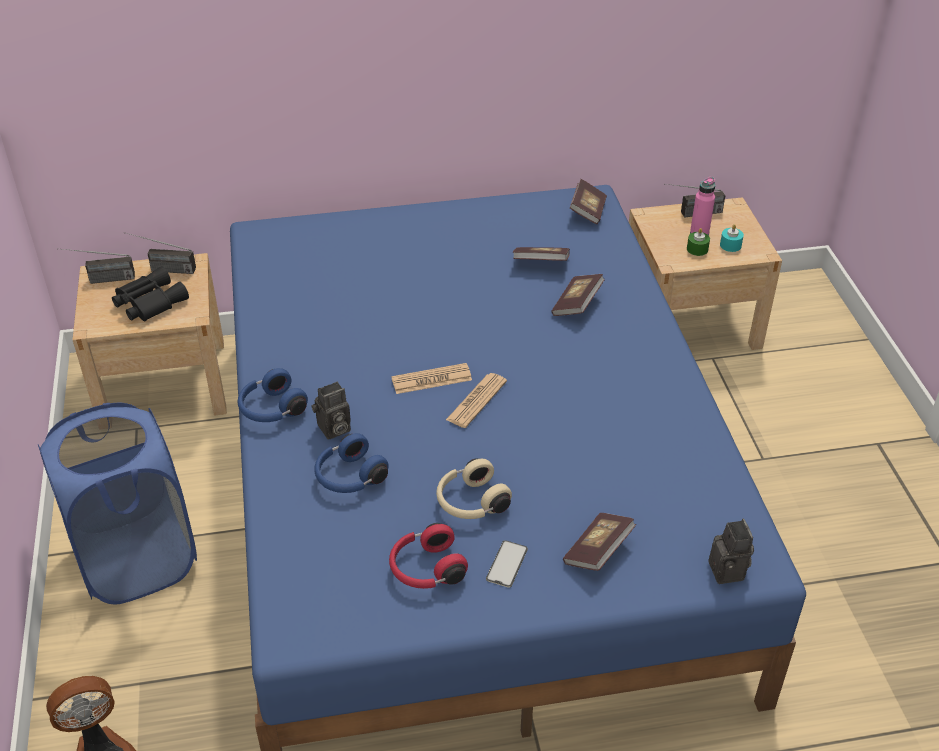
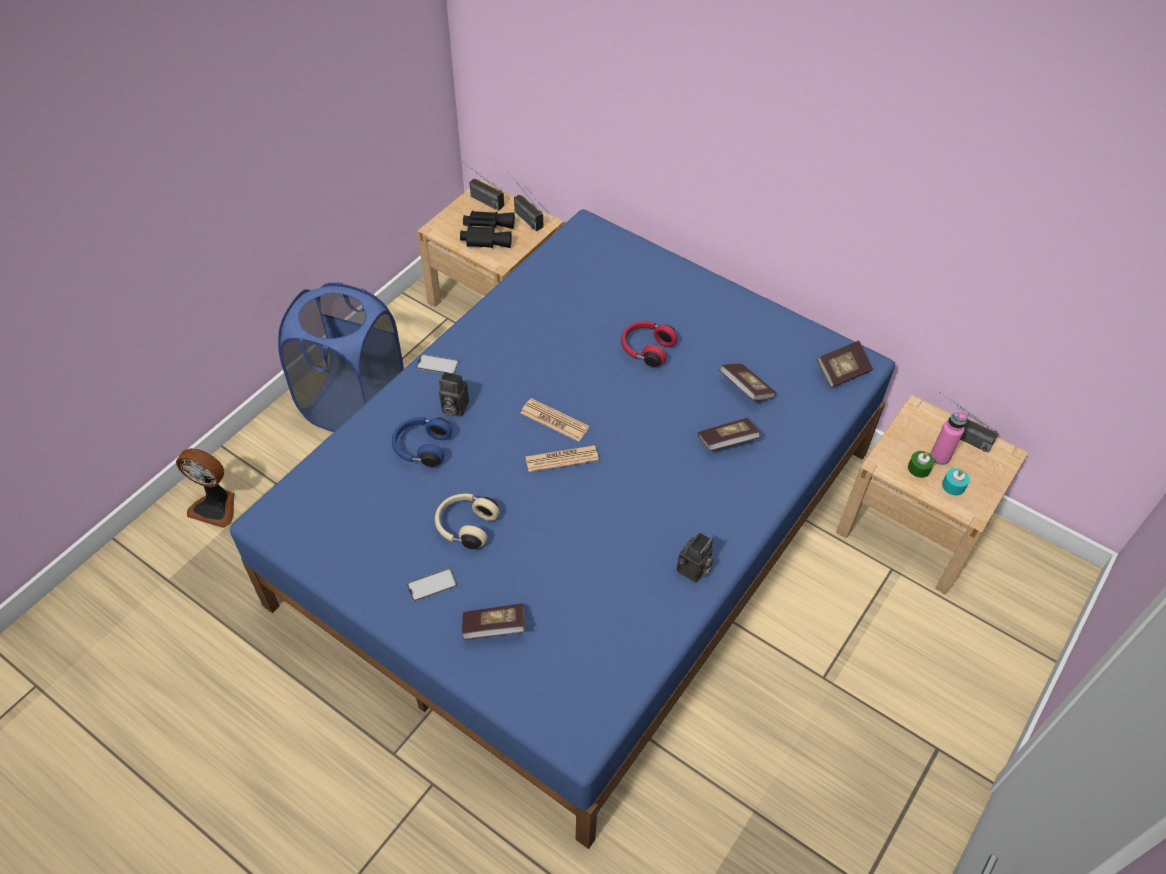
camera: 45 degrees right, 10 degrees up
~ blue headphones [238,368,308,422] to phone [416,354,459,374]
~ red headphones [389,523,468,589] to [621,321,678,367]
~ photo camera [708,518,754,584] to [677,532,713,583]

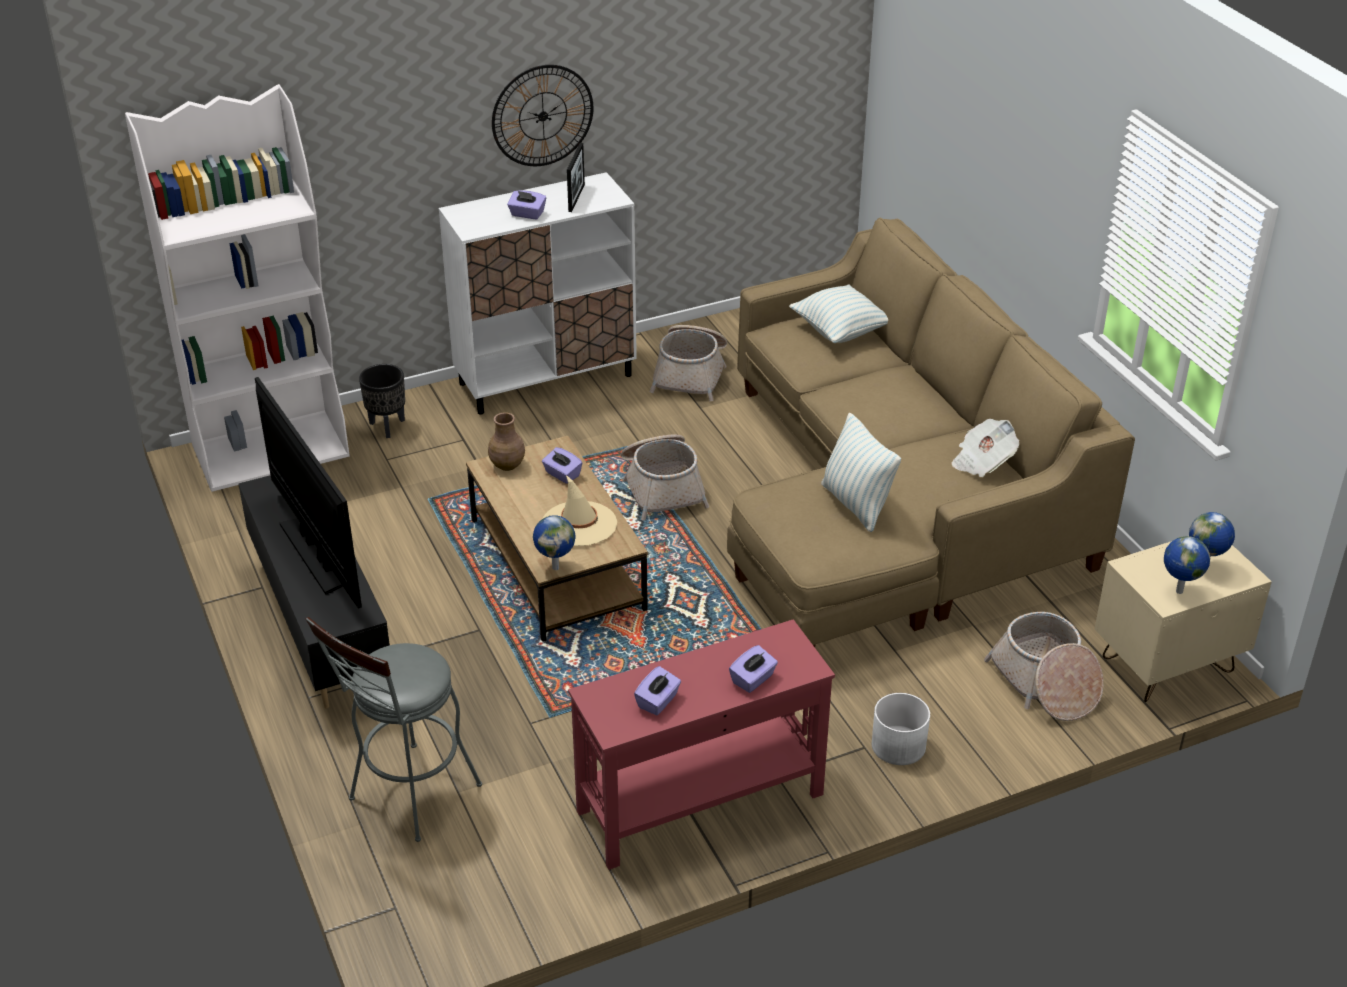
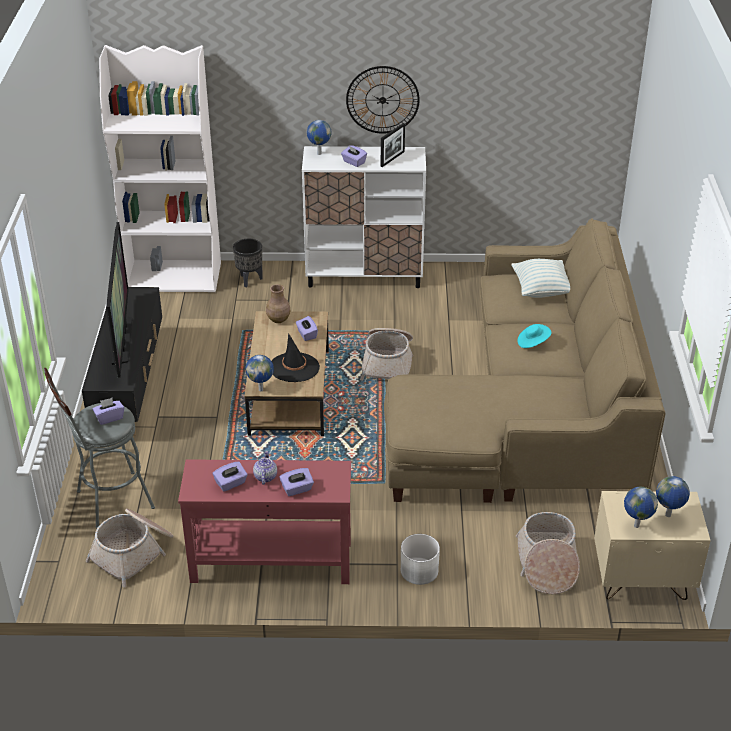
camera: 25 degrees right, 0 degrees up
~ basket [650,325,727,401] to [86,508,173,588]
+ purple tissue box [92,398,124,425]
+ teapot [253,451,277,485]
~ beige hat [543,475,617,546] to black hat [272,333,320,382]
+ globe [307,120,332,155]
+ turquoise hat [518,324,551,348]
- pillow [821,413,901,532]
- newspaper [951,419,1019,477]

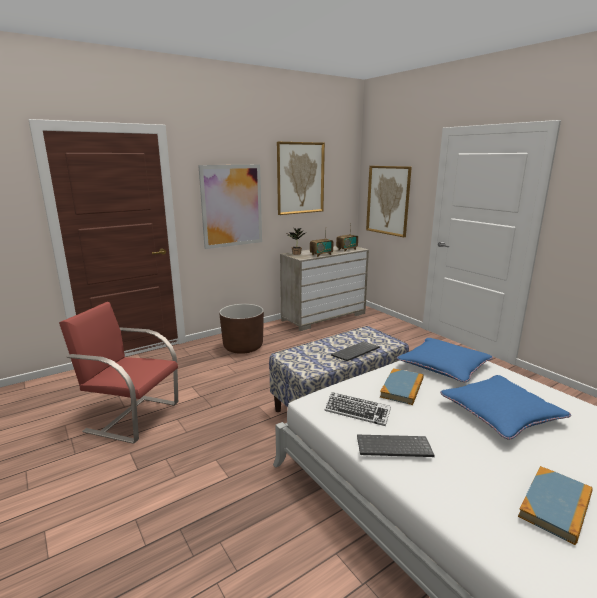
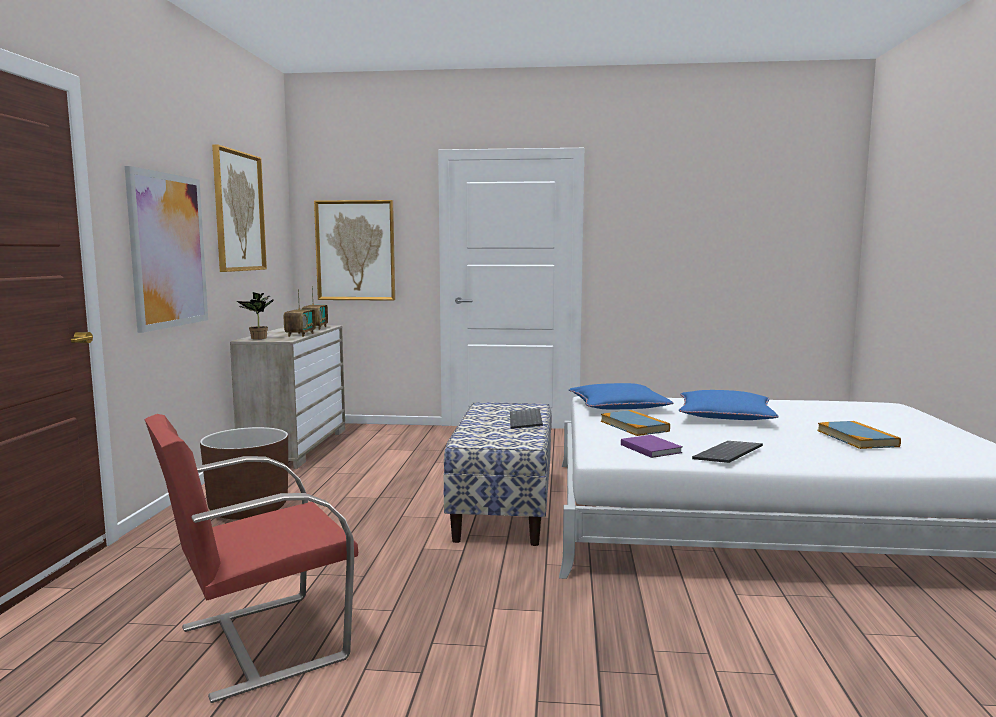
camera: 50 degrees left, 10 degrees down
~ keyboard [324,392,391,426] to purple book [621,435,683,458]

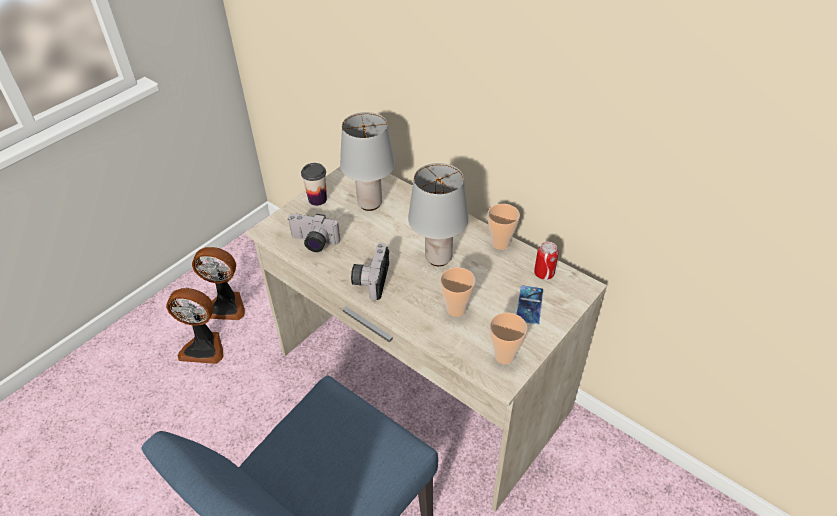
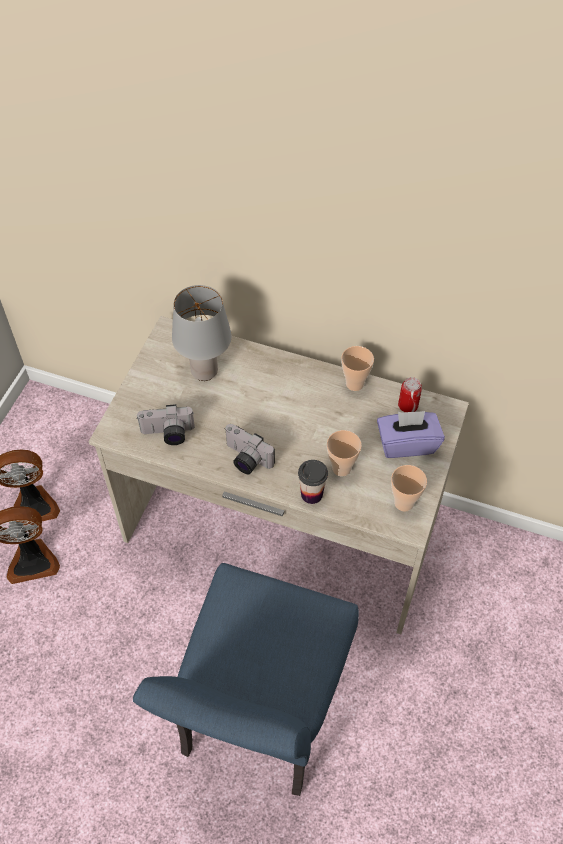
camera: 20 degrees left, 10 degrees up
~ photo camera [351,243,389,300] = [224,424,275,474] 45 degrees counterclockwise
~ cup [301,163,327,206] to [298,460,328,504]
~ phone [516,285,543,324] to purple tissue box [377,411,445,458]
- grey table lamp [408,163,469,266]

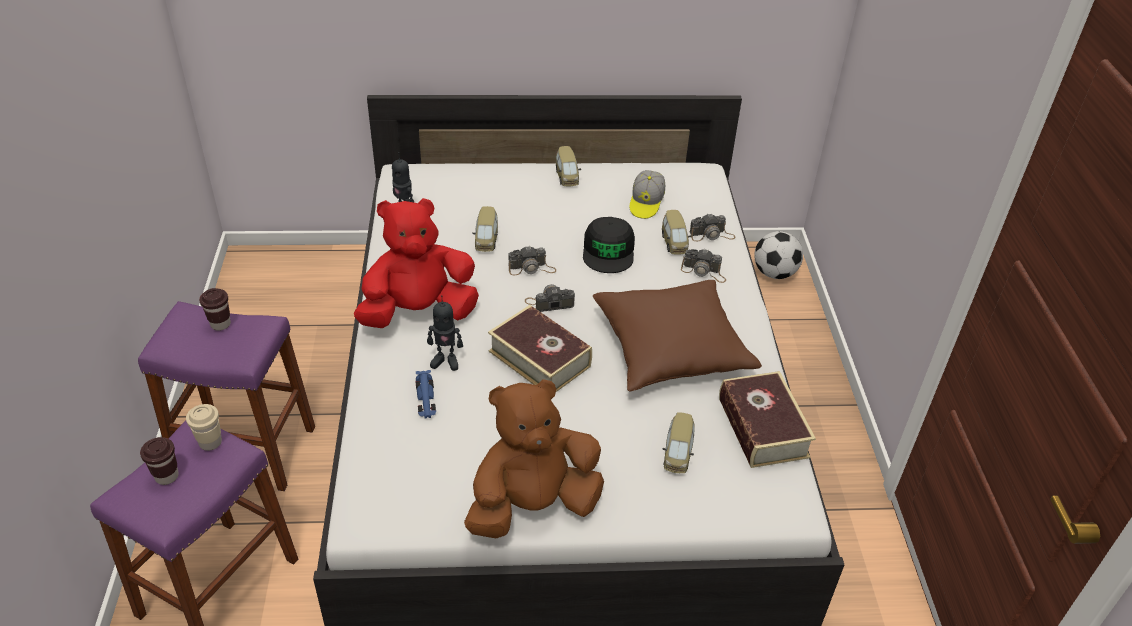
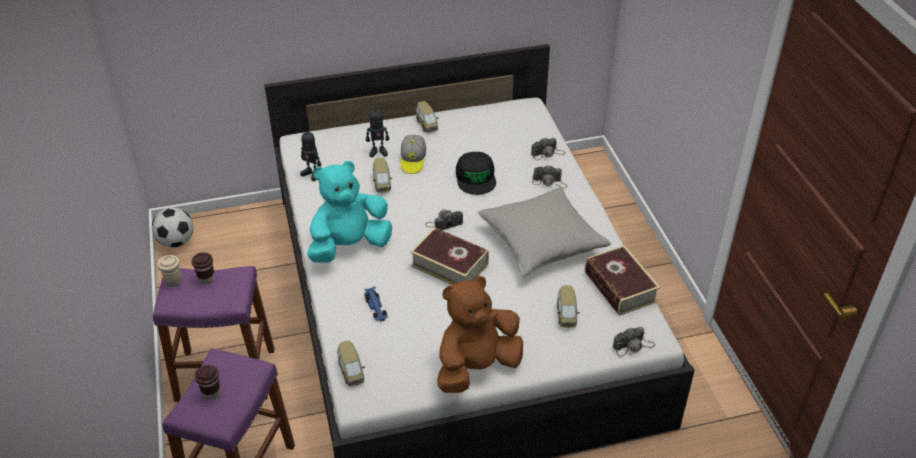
camera: 10 degrees left, 0 degrees up
~ football [754,231,803,279] to [152,207,193,247]
~ beige cup [186,404,222,451] to [158,255,181,287]
~ red plush toy [354,198,479,328] to turquoise plush toy [307,161,392,263]
~ toy car [662,210,691,255] to [337,341,365,387]
~ toy robot [427,295,463,371] to [366,105,389,157]
~ cap [630,170,665,219] to [401,135,426,174]
~ brown pillow [593,280,762,391] to grey pillow [477,187,611,277]
~ photo camera [508,246,556,276] to [613,327,655,356]

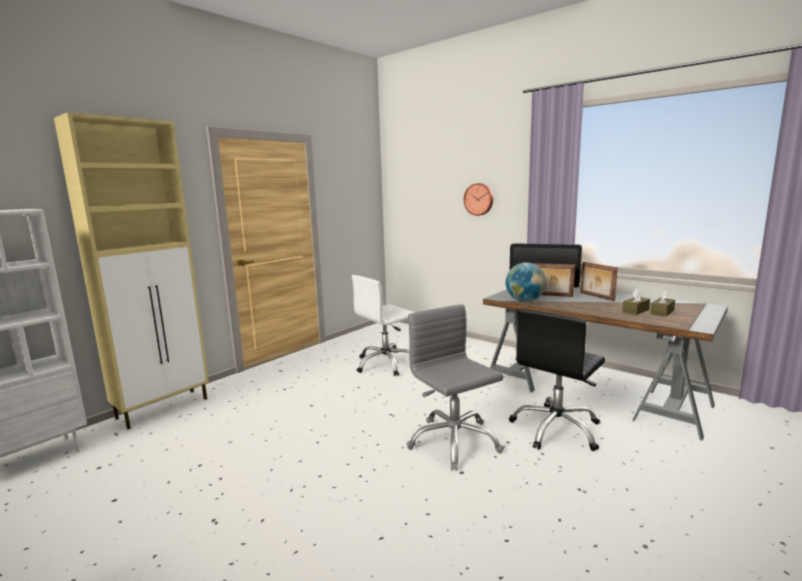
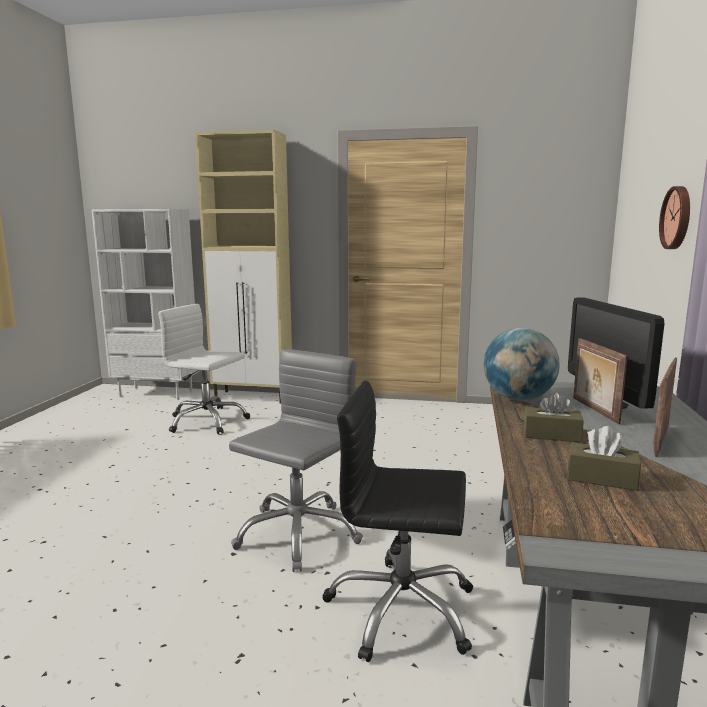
camera: 60 degrees right, 0 degrees up
~ white office chair [352,275,416,376] to [158,304,250,434]
~ brown tissue box [650,290,675,317] to [524,392,584,442]

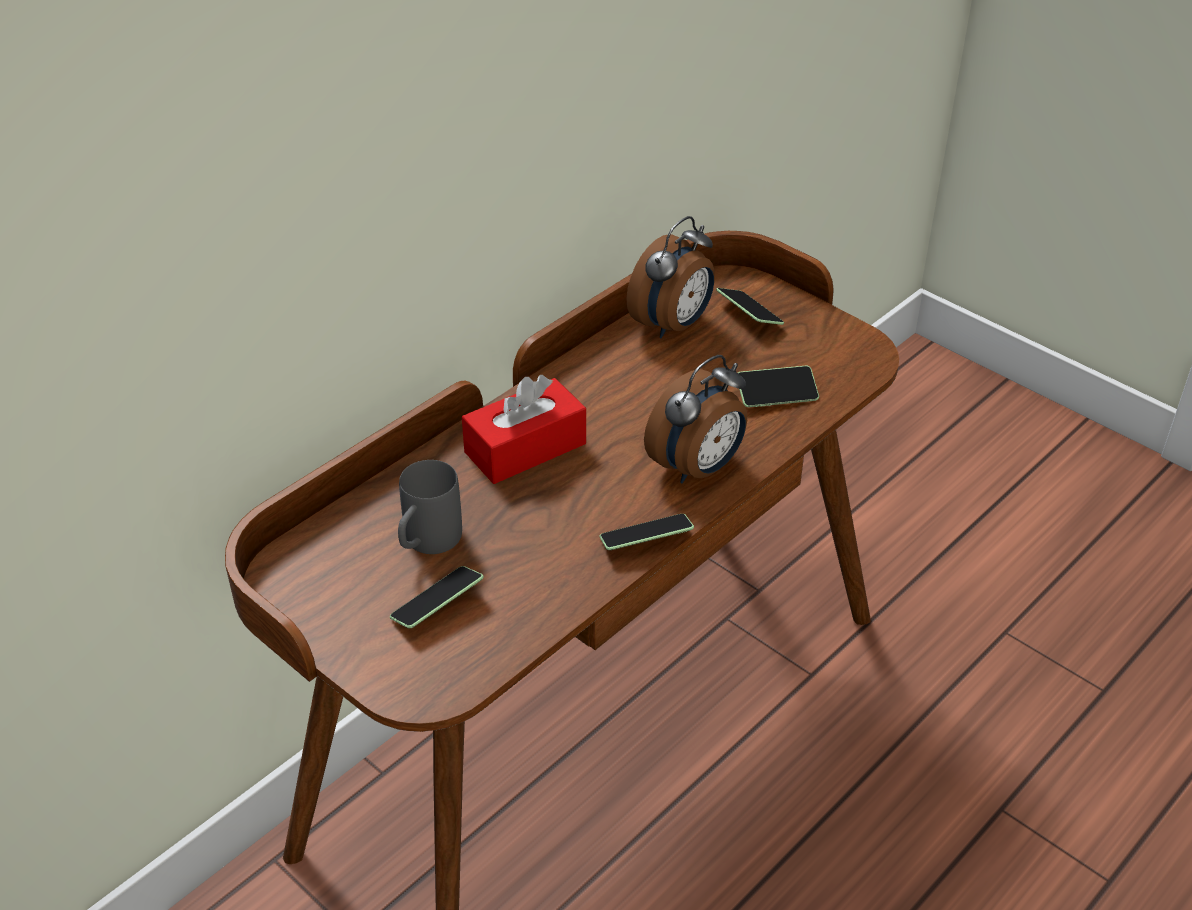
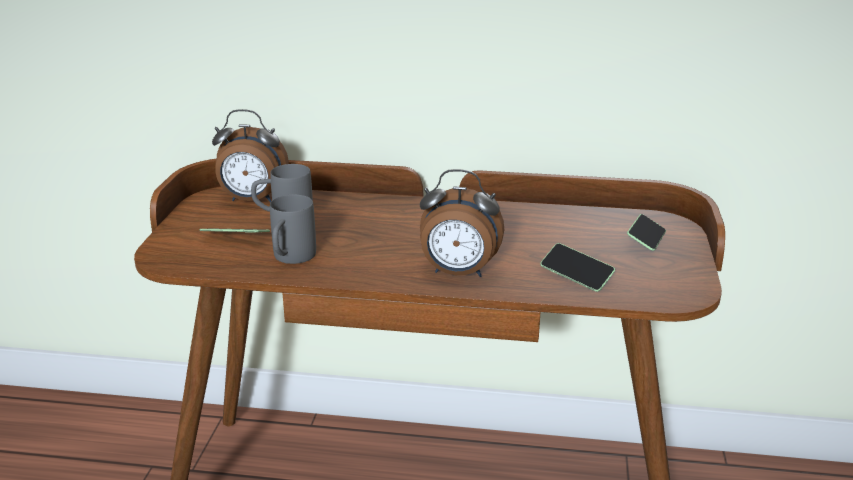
camera: 55 degrees right, 15 degrees down
~ alarm clock [626,216,715,339] to [212,109,289,202]
+ grey mug [270,195,316,264]
- red tissue box [462,375,586,484]
- phone [600,514,694,550]

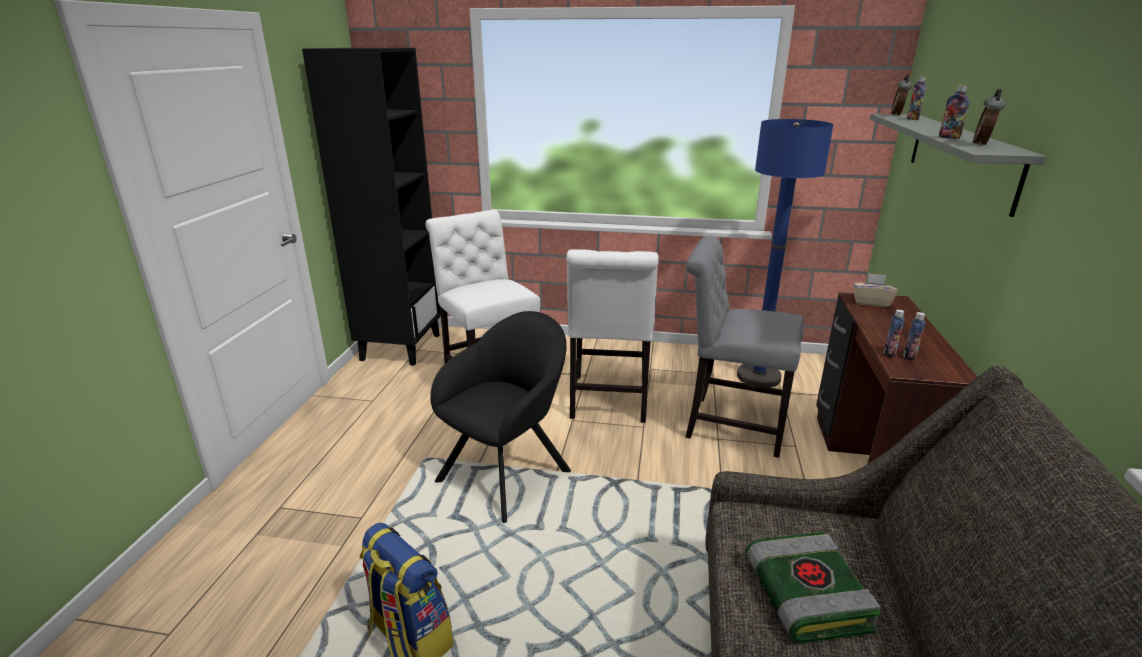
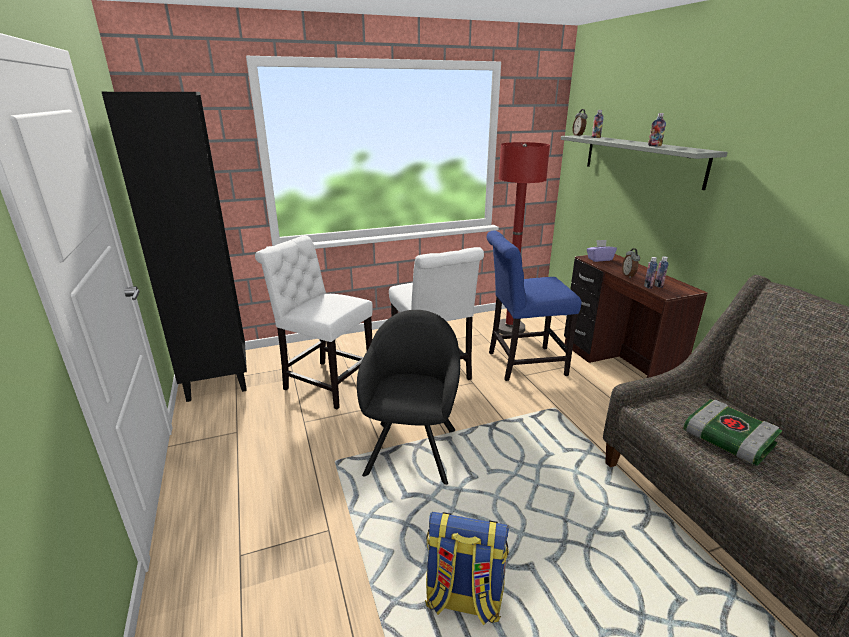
camera: 30 degrees left, 0 degrees up
~ grey chair [686,236,803,458] to blue chair [487,230,582,381]
~ blue floor lamp [737,119,833,388] to red floor lamp [498,142,550,335]
~ beige tissue box [853,273,898,307] to purple tissue box [587,240,617,262]
~ alarm clock [973,89,1005,146] to [622,248,640,278]

